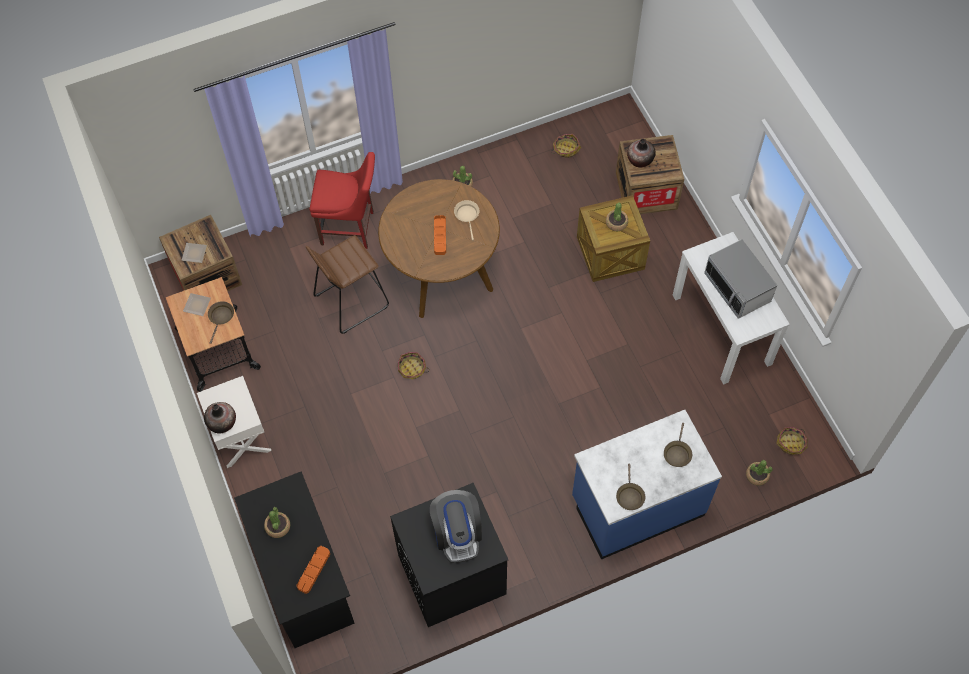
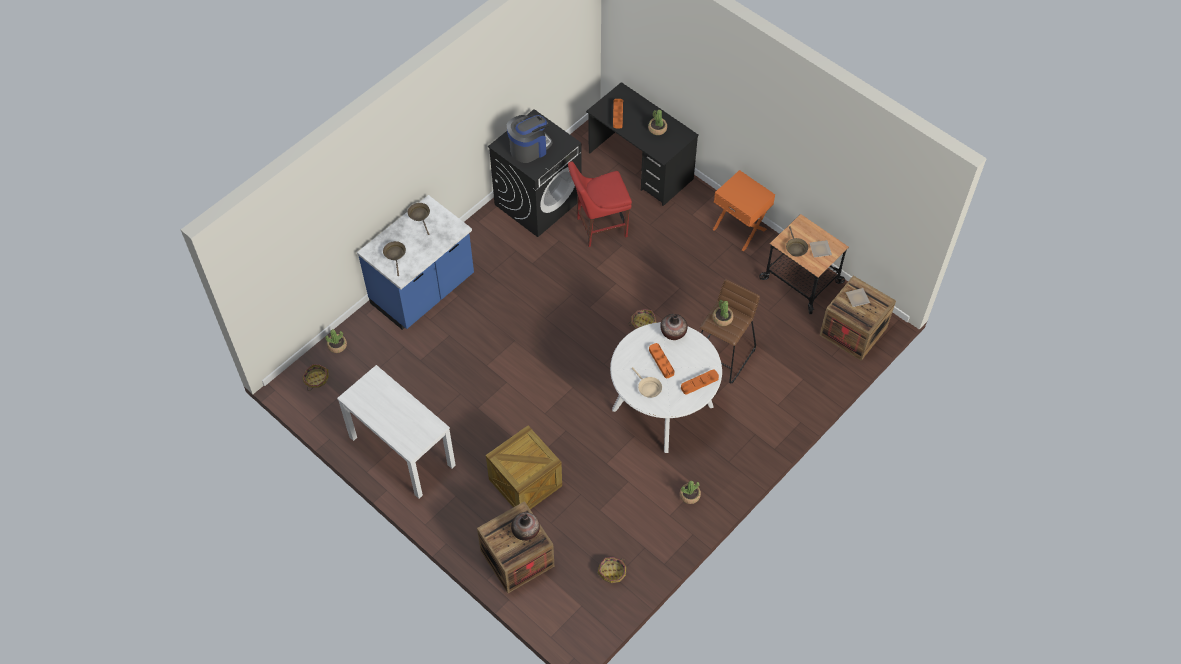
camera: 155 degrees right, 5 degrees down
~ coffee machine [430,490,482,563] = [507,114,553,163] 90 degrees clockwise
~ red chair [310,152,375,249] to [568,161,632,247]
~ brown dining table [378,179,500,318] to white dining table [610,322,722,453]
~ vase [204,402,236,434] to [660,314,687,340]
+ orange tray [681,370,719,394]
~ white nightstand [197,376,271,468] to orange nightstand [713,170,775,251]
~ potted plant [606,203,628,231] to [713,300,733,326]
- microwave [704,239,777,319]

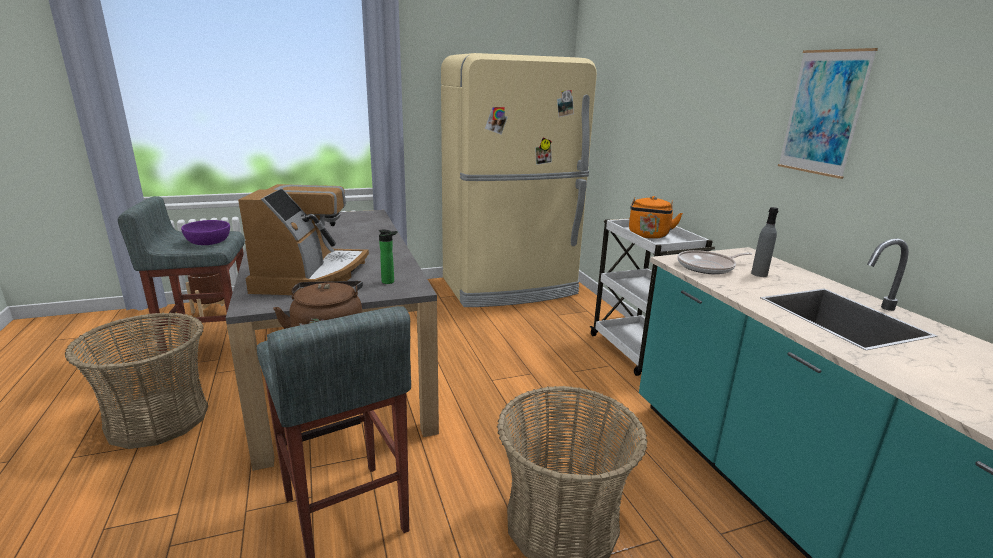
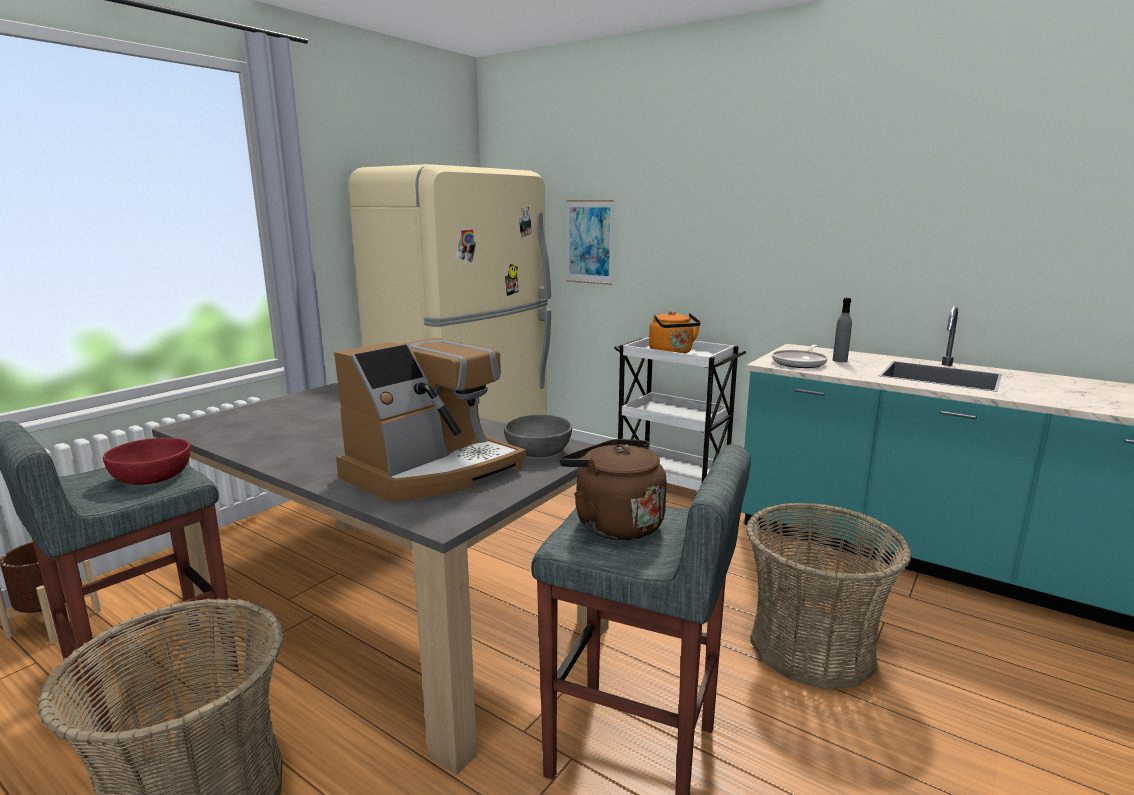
camera: 35 degrees left, 5 degrees down
~ purple bowl [181,220,230,245] to red bowl [103,438,191,485]
~ coffee machine [238,184,369,295] = [334,338,527,502] 75 degrees clockwise
~ bottle [379,229,398,284] to grey bowl [504,414,572,457]
~ picture [778,48,878,179] to [567,200,613,285]

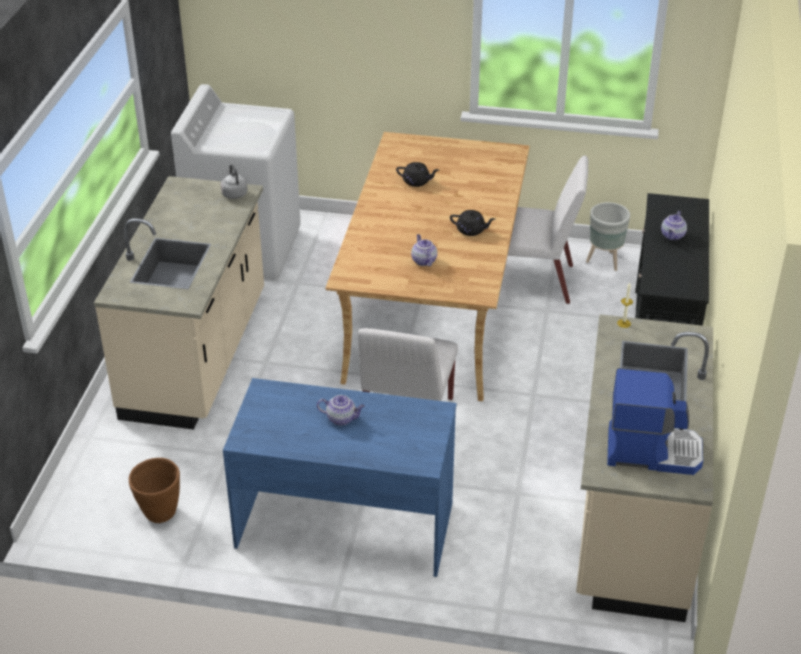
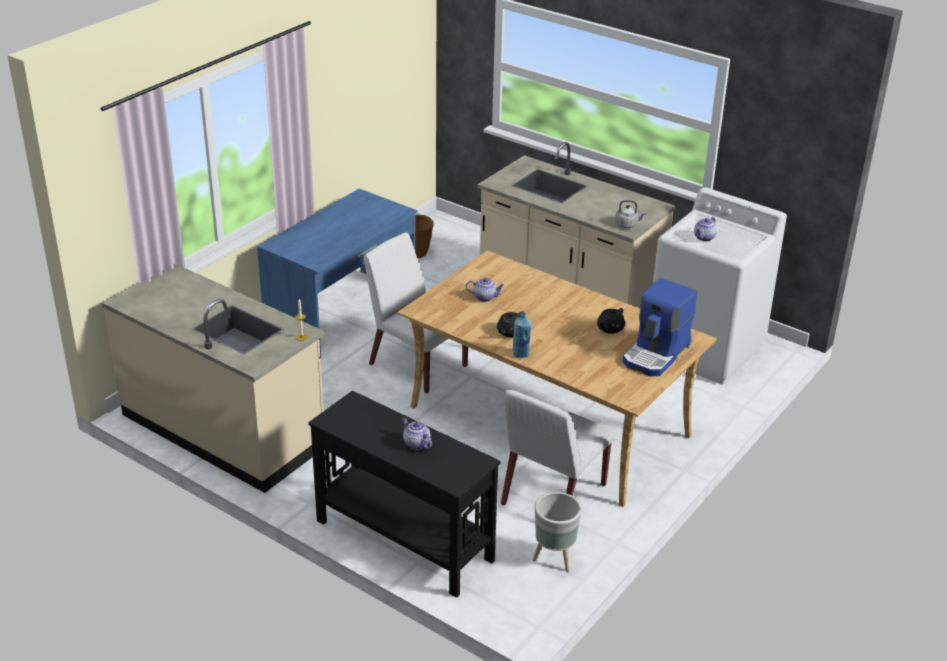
camera: 115 degrees right, 5 degrees down
+ blue bottle [513,312,531,358]
~ coffee machine [607,368,703,475] to [622,278,697,376]
~ teapot [317,395,365,425] to [694,216,717,241]

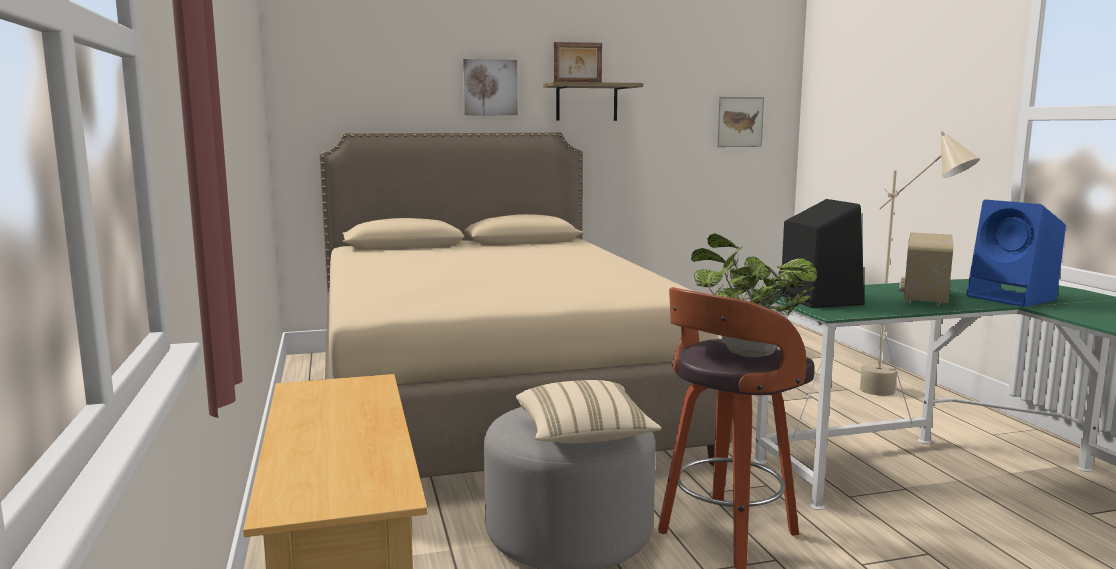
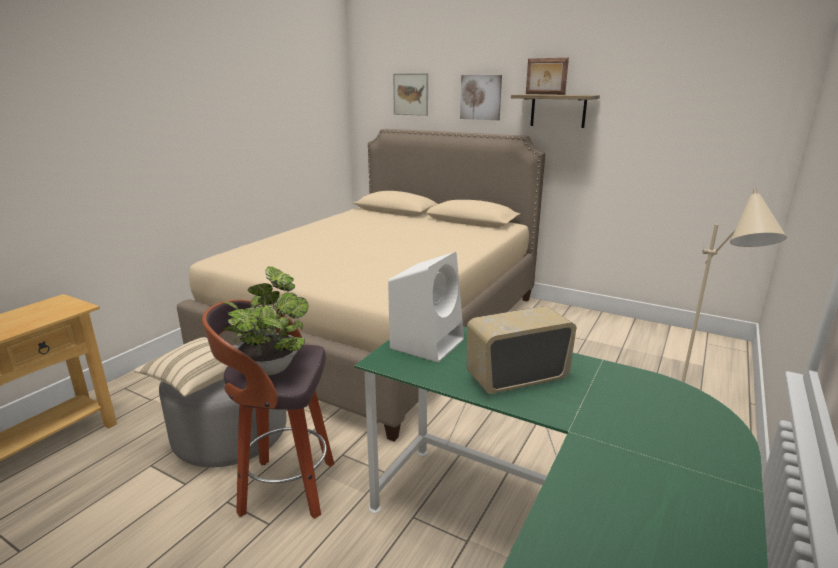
camera: 45 degrees right, 10 degrees up
~ black speaker [780,199,864,308] to white speaker [388,252,464,363]
~ picture [717,97,764,147] to [393,73,428,116]
- blue speaker [966,200,1066,307]

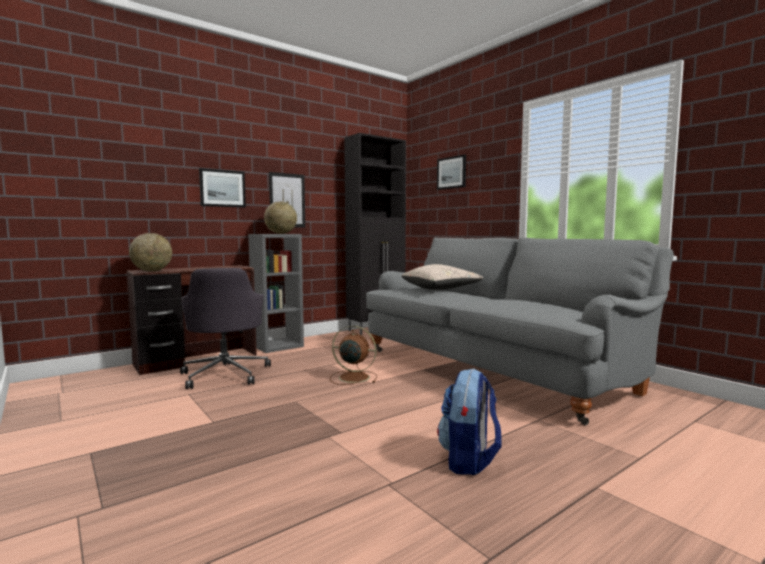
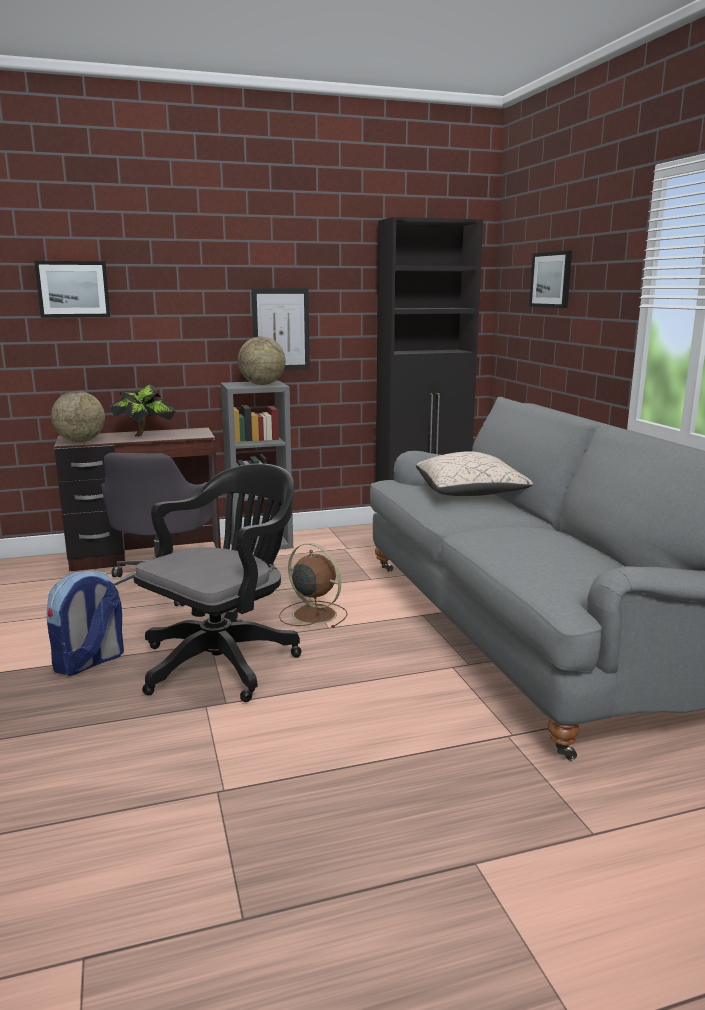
camera: 20 degrees right, 10 degrees up
~ picture [199,168,246,208] to [34,261,110,318]
~ backpack [437,368,501,475] to [47,571,124,676]
+ potted plant [110,384,176,437]
+ black office chair [133,464,302,702]

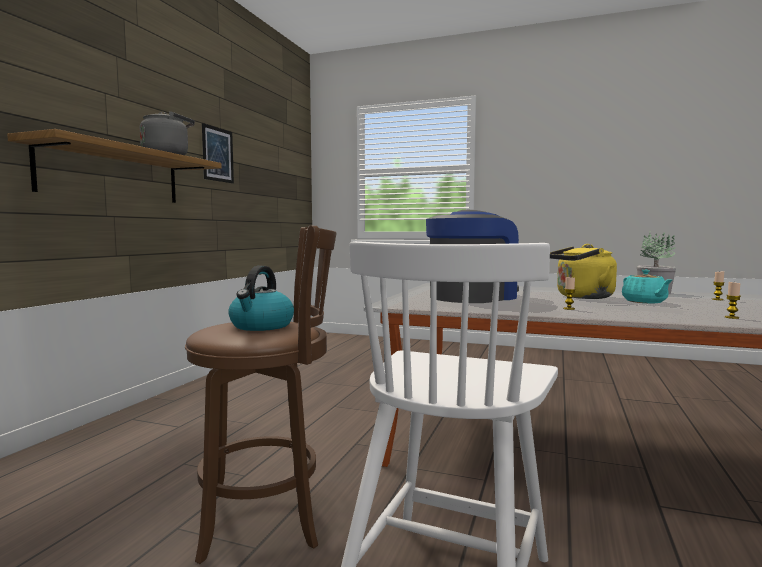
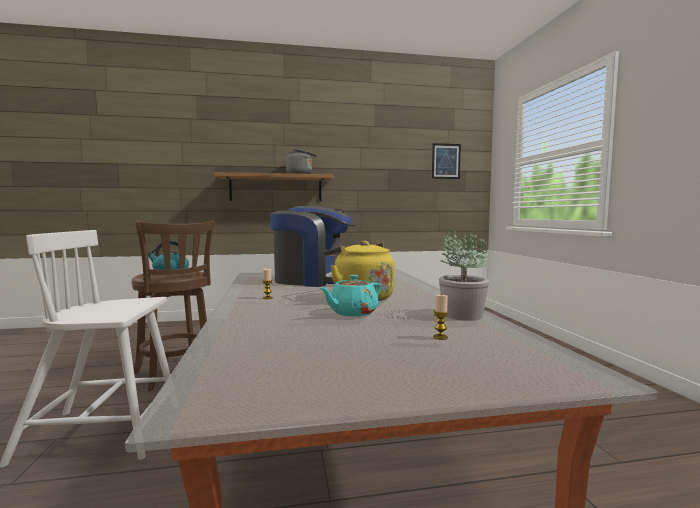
camera: 60 degrees right, 0 degrees up
~ picture [202,123,234,183] to [432,143,461,179]
- candle [725,282,741,319]

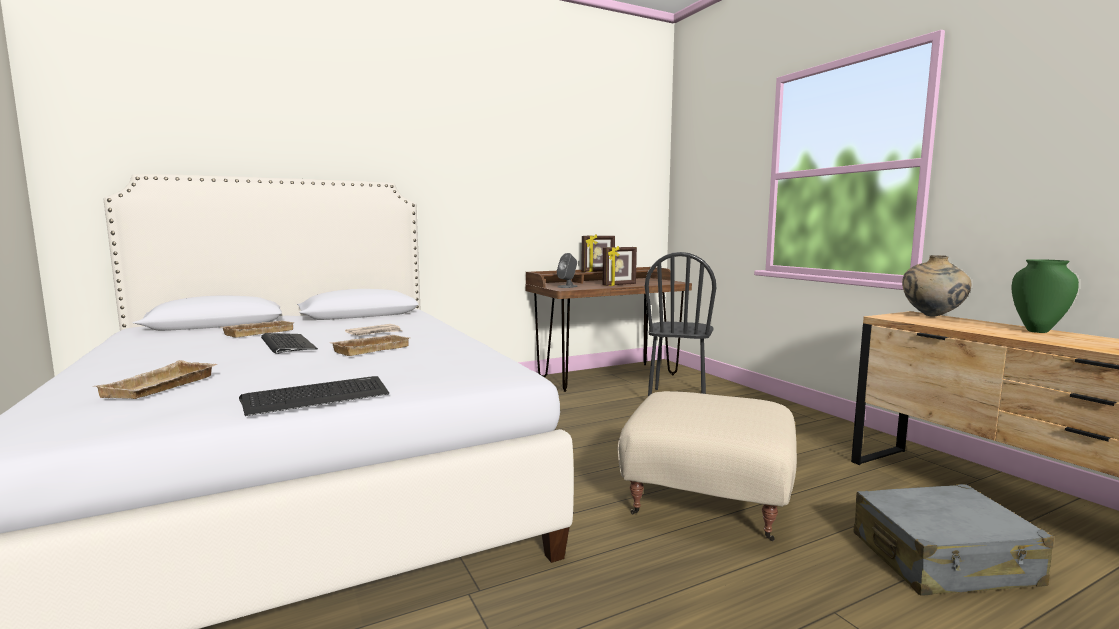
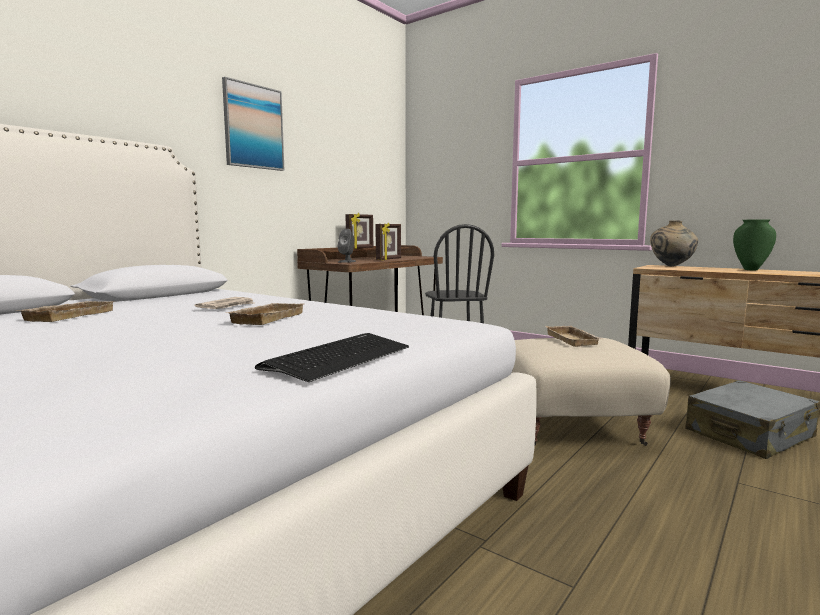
camera: 25 degrees left, 0 degrees up
+ picture [222,77,284,171]
~ beige tray [96,360,217,399] to [545,326,602,347]
- keyboard [261,333,318,354]

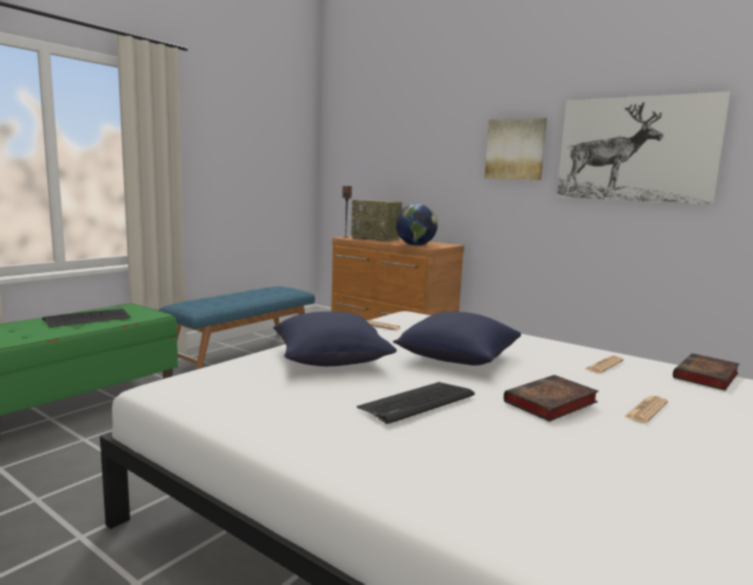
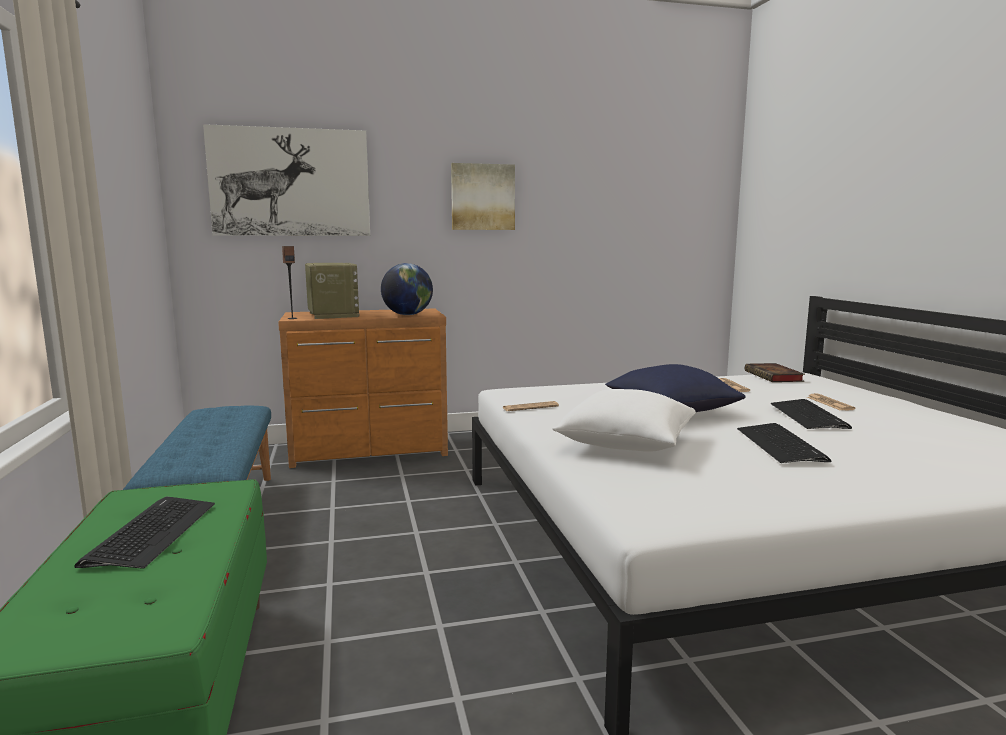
camera: 50 degrees left, 0 degrees up
~ picture [556,91,731,204] to [203,124,370,236]
~ radio [351,200,402,242] = [305,263,359,319] 90 degrees counterclockwise
~ blue pillow [273,311,397,366] to white pillow [552,389,695,452]
~ book [504,375,599,422] to keyboard [771,399,852,429]

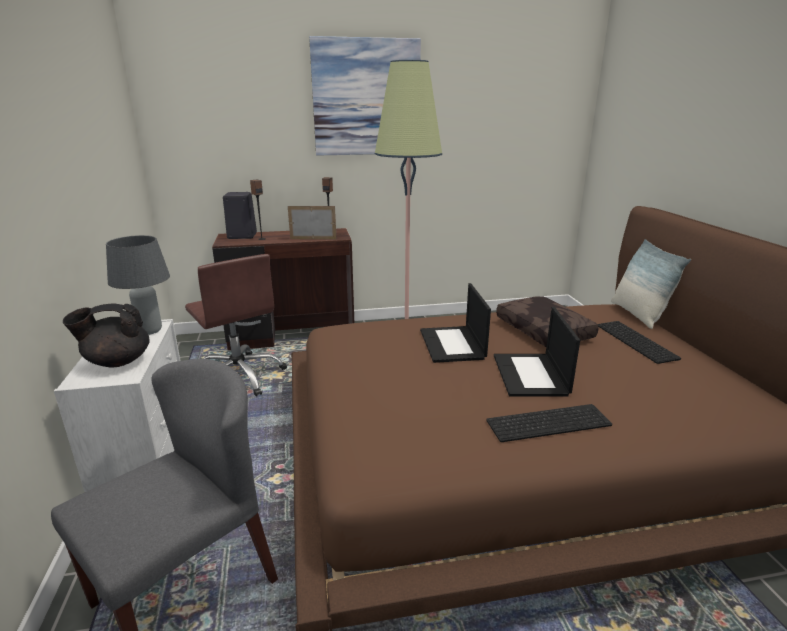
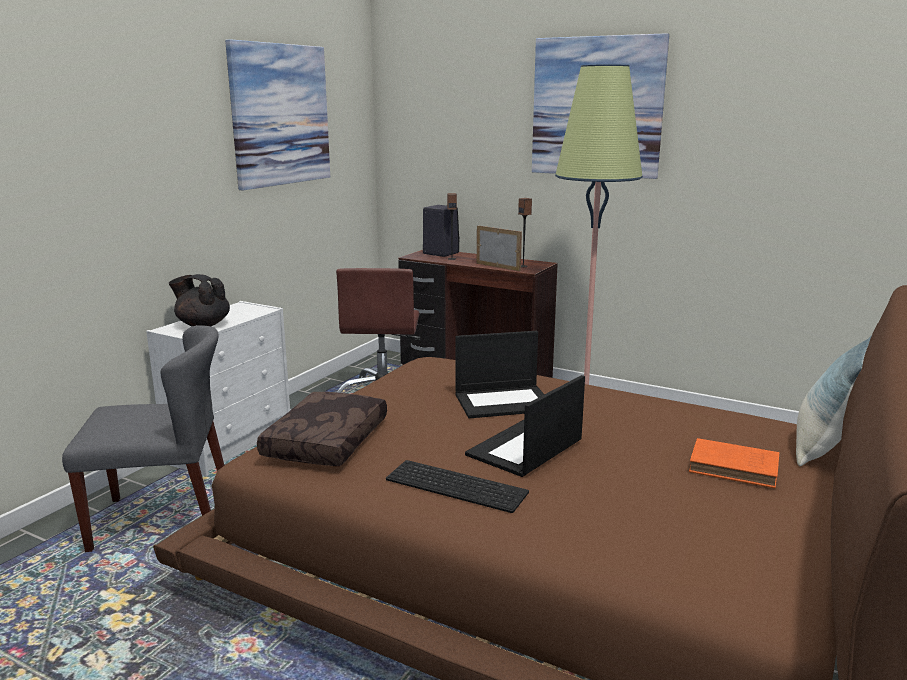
camera: 40 degrees right, 5 degrees down
+ picture [225,39,330,190]
~ brown pillow [496,296,599,347] to [257,392,387,466]
~ laptop [420,283,491,363] = [455,331,544,418] 135 degrees counterclockwise
~ keyboard [598,321,681,364] to orange book [689,438,780,488]
- grey table lamp [106,235,170,335]

